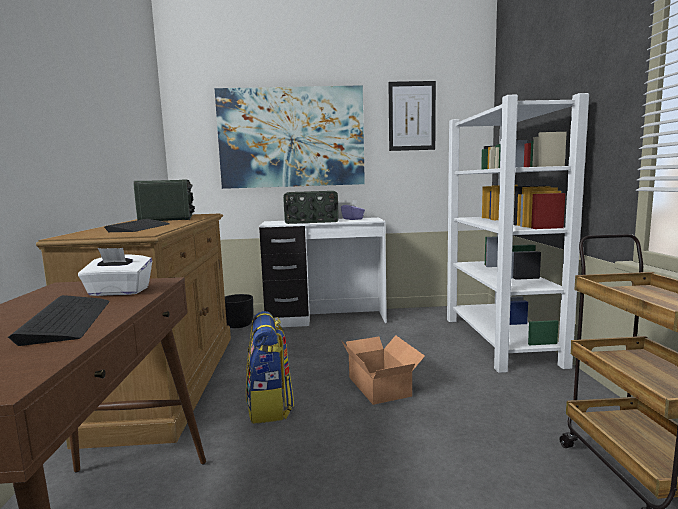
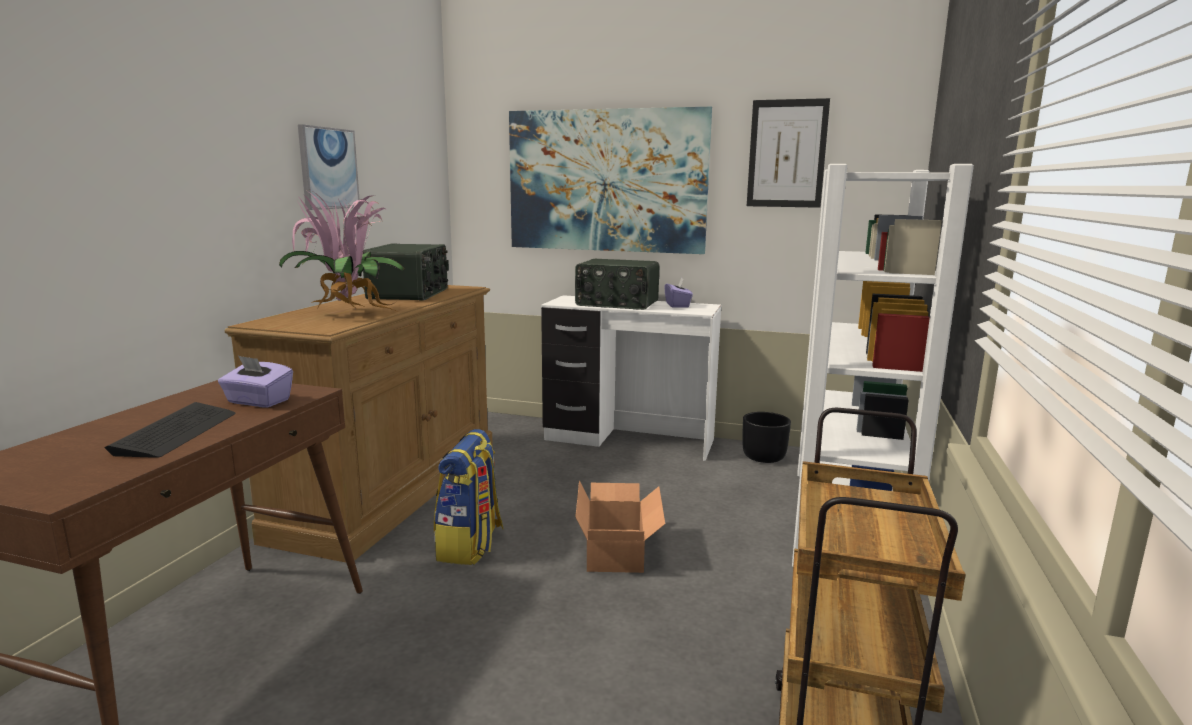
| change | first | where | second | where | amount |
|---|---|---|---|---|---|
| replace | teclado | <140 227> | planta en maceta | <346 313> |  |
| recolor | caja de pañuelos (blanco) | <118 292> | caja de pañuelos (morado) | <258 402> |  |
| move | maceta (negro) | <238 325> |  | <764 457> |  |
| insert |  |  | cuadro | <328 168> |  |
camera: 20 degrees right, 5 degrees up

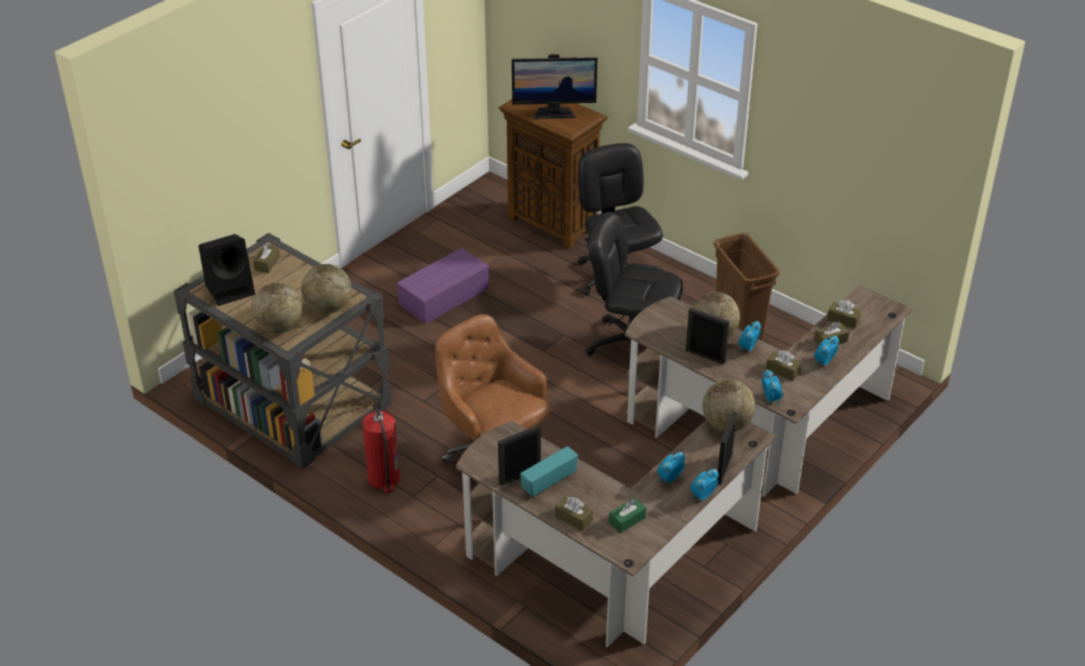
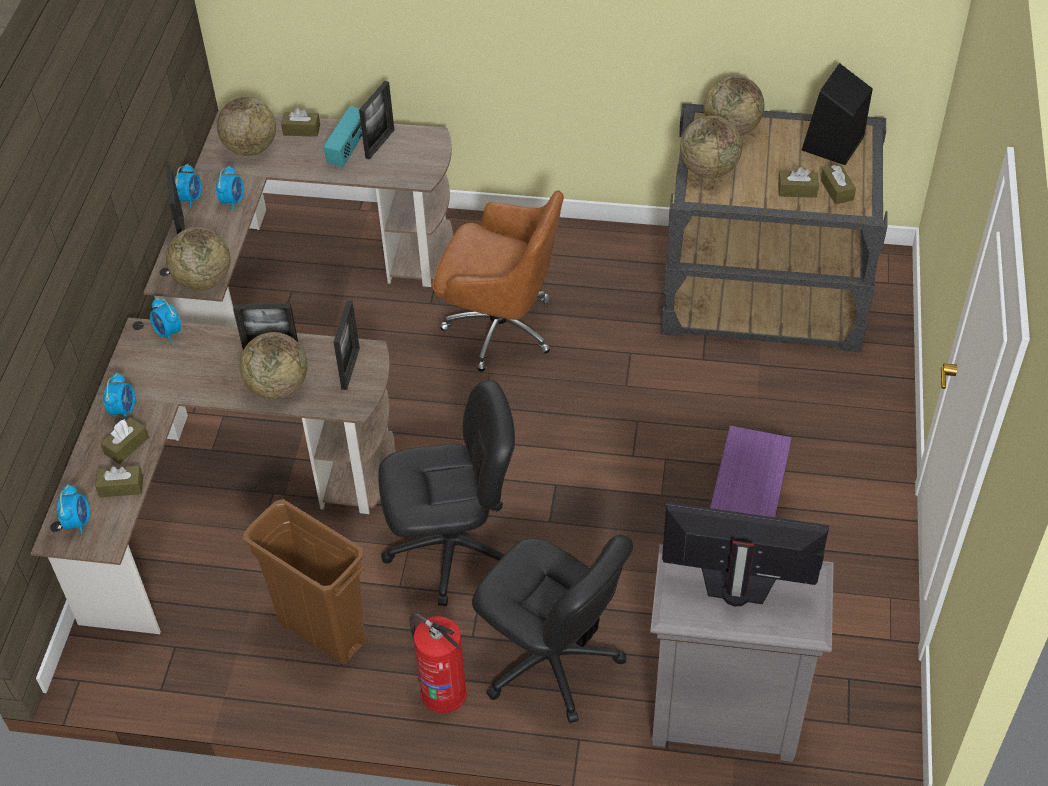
| change | first | where | second | where | amount |
|---|---|---|---|---|---|
| rotate | monitor | <554 112> |  | <736 588> | 45 degrees clockwise |
| recolor | armario (marrón) | <554 224> | armario (gris) | <722 722> |  |
| move | despertador | <748 348> |  | <78 522> |  |
| move | caja de pañuelos (marrón) | <783 371> |  | <797 190> |  |
| move | extintor | <384 478> |  | <442 692> |  |
| replace | caja de pañuelos (verde) | <627 520> | globo terráqueo | <251 148> |  |
| insert |  |  | portarretratos | <350 368> |  |
camera: 150 degrees right, 10 degrees up

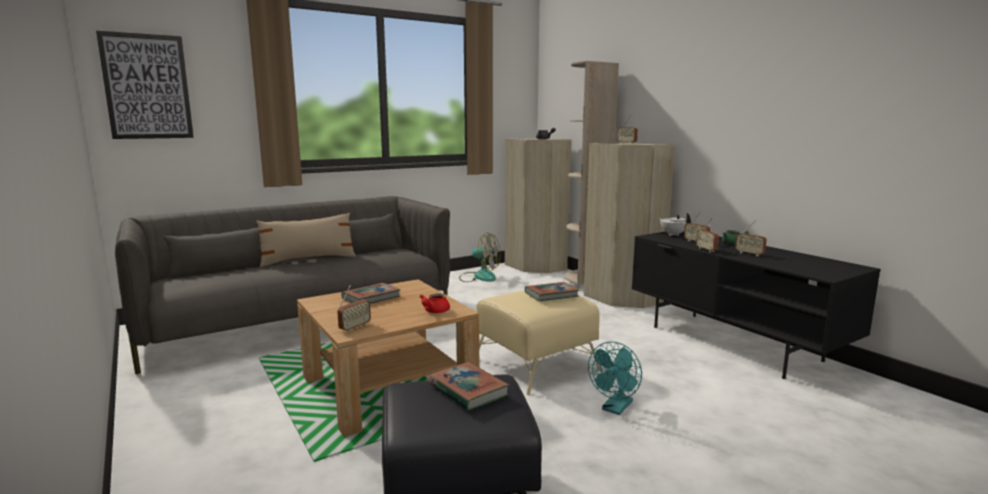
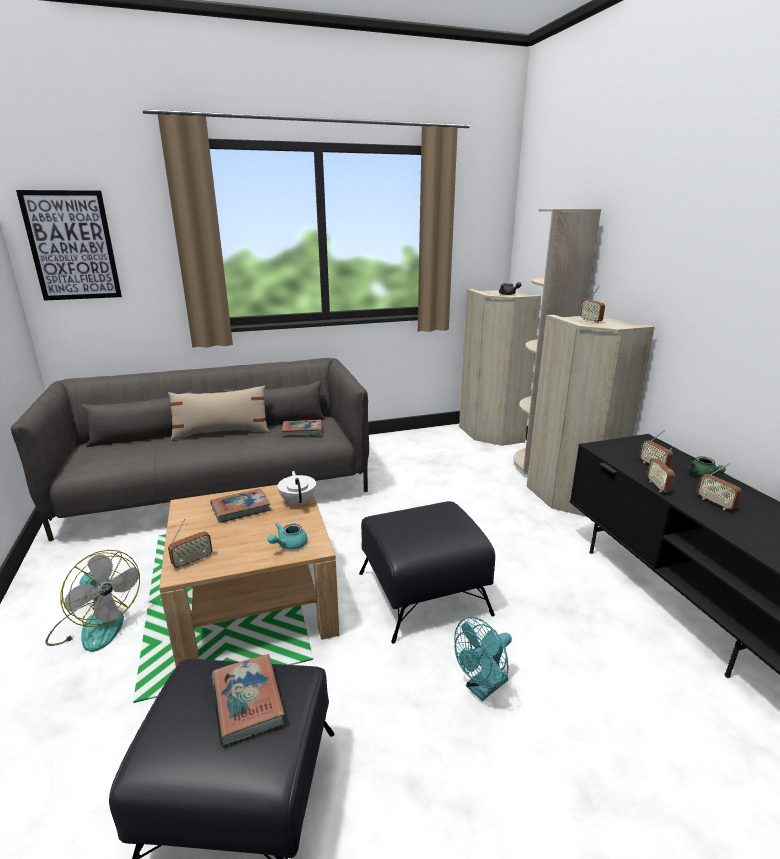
| change | first | where | second | where | amount |
|---|---|---|---|---|---|
| move | tetera (blanco) | <673 234> |  | <298 501> |  |
| move | ventilador | <479 277> |  | <96 624> |  |
| move | libro | <551 295> |  | <302 430> |  |
| recolor | puf (beis) | <536 364> | puf (negro) | <424 593> |  |
| recolor | tetera (rojo) | <434 311> | tetera (turquesa) | <289 545> |  |
camera: 15 degrees right, 10 degrees up

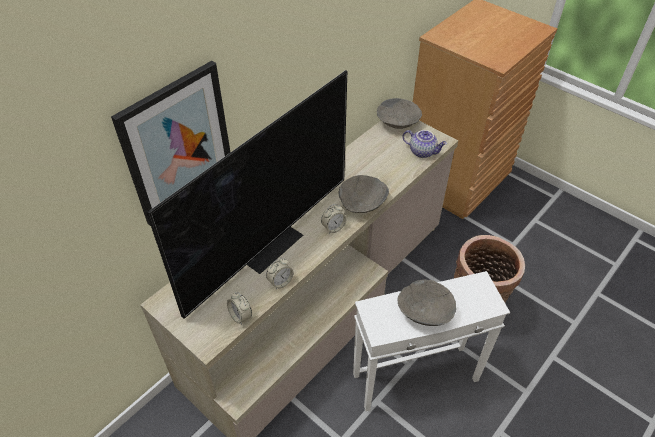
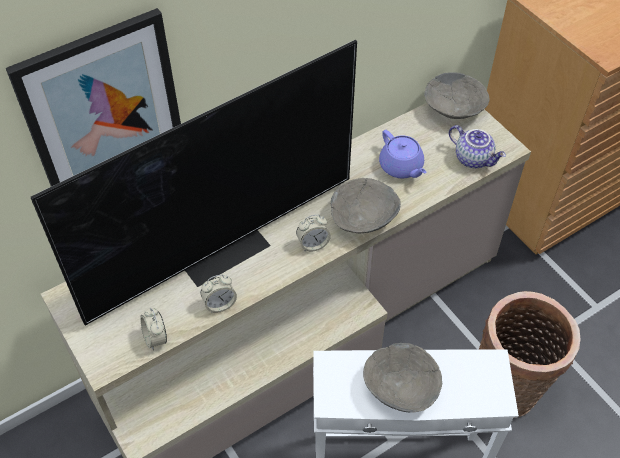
| change | first | where | second | where | amount |
|---|---|---|---|---|---|
| insert |  |  | tetera (morado) | <401 167> |  |
camera: 15 degrees right, 5 degrees up

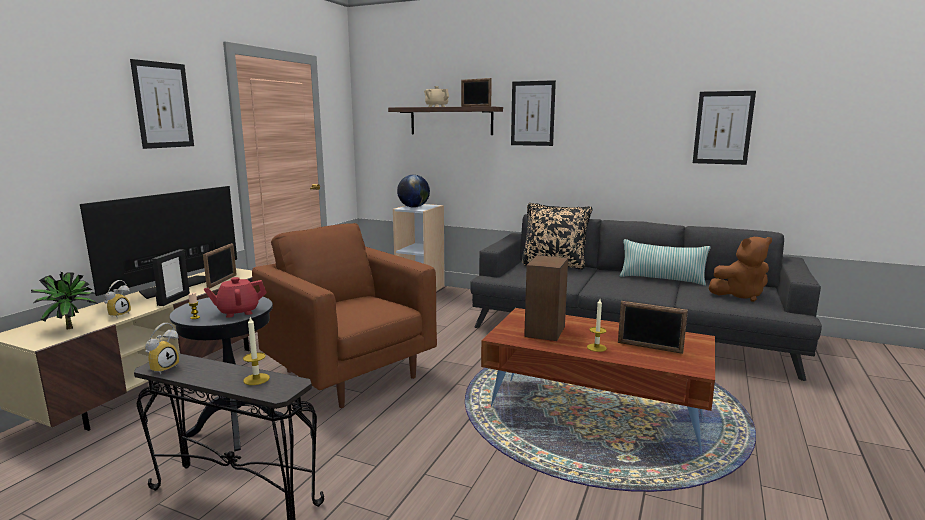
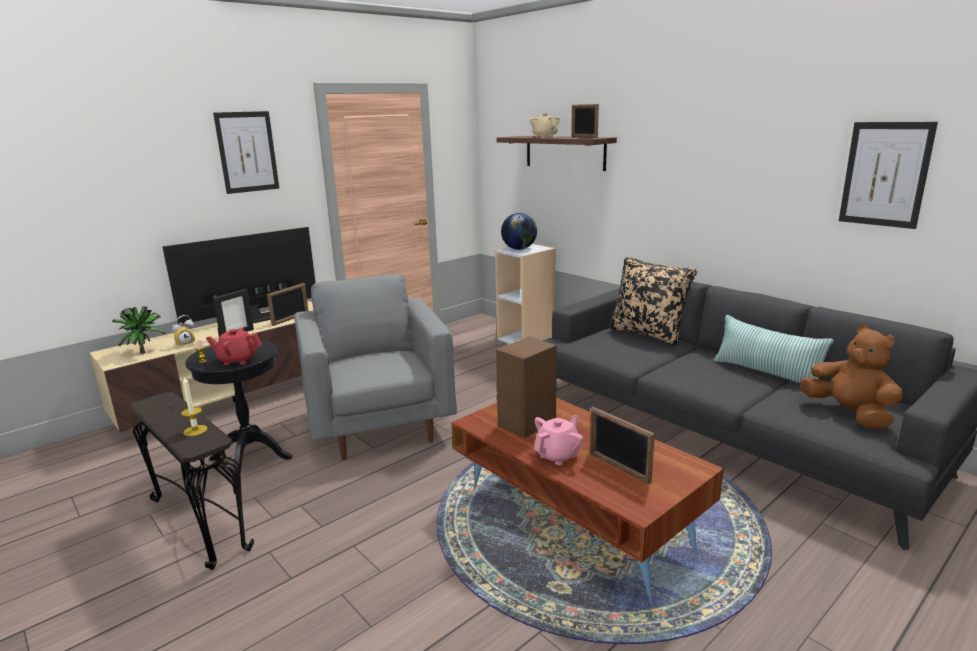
| change | first | where | second | where | amount |
|---|---|---|---|---|---|
| delete | cuadro | <532 113> |  |  |  |
| recolor | sillón (marrón) | <350 373> | sillón (gris) | <379 425> |  |
| rotate | peluche (marrón) | <740 295> |  | <849 414> | 135 degrees counterclockwise |
| replace | vela | <596 347> | tetera (rosa) | <558 455> |  |
| delete | despertador | <163 368> |  |  |  |
camera: 25 degrees right, 5 degrees up

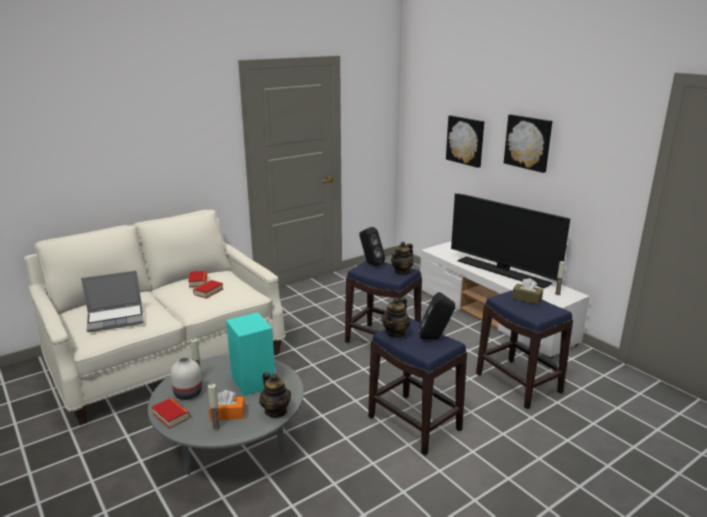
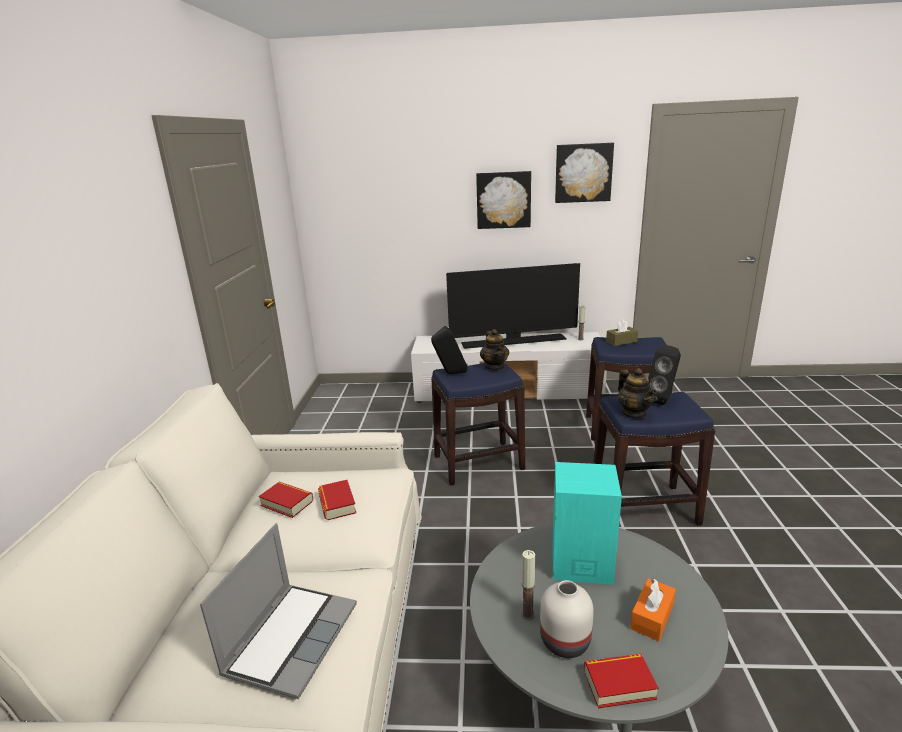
| change | first | where | second | where | amount |
|---|---|---|---|---|---|
| move | cuadro | <466 140> |  | <583 173> |  |
| delete | tetera | <276 411> |  |  |  |
| delete | vela | <216 427> |  |  |  |
camera: 50 degrees left, 0 degrees up

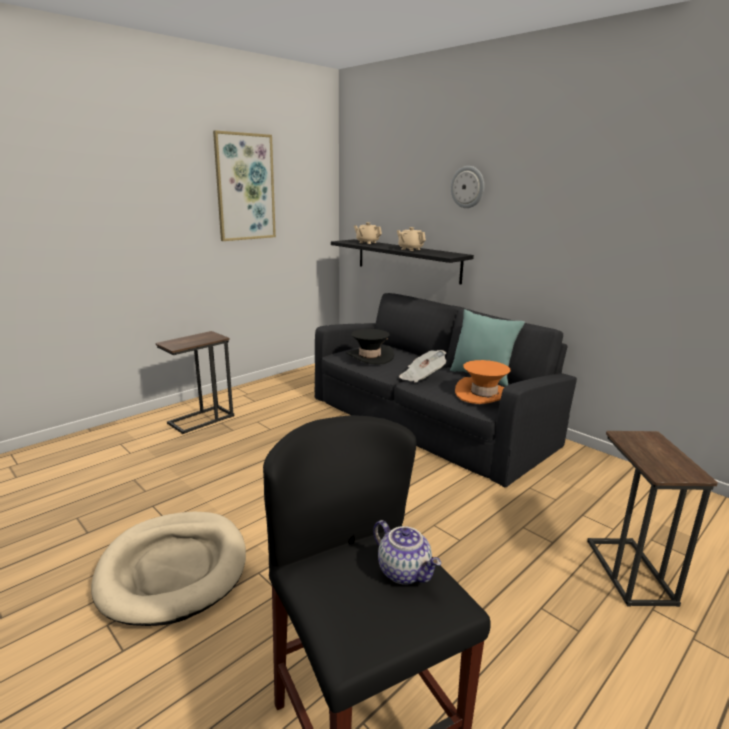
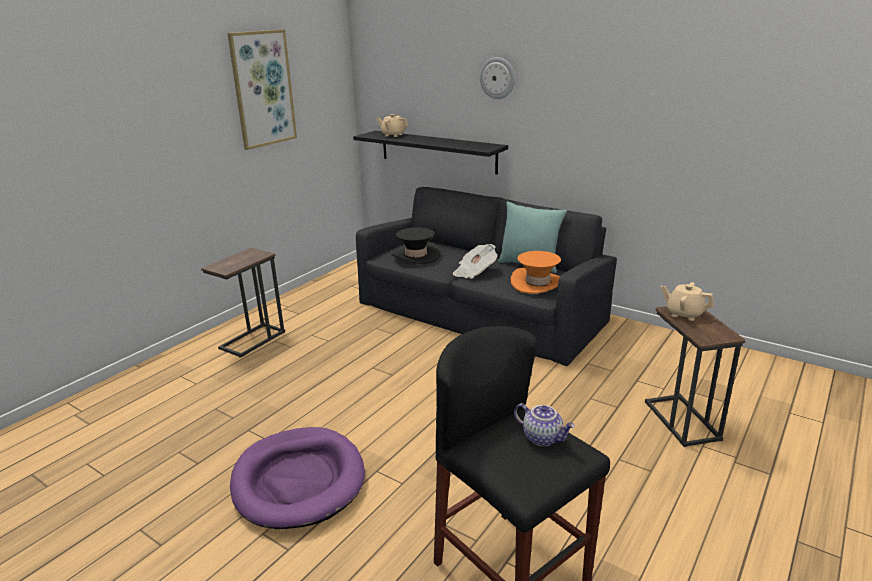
| change | first | where | second | where | amount |
|---|---|---|---|---|---|
| move | tetera (beis) | <410 249> |  | <684 314> |  |
| recolor | cama para perro (beis) | <174 569> | cama para perro (morado) | <298 480> |  |
camera: 10 degrees left, 5 degrees up

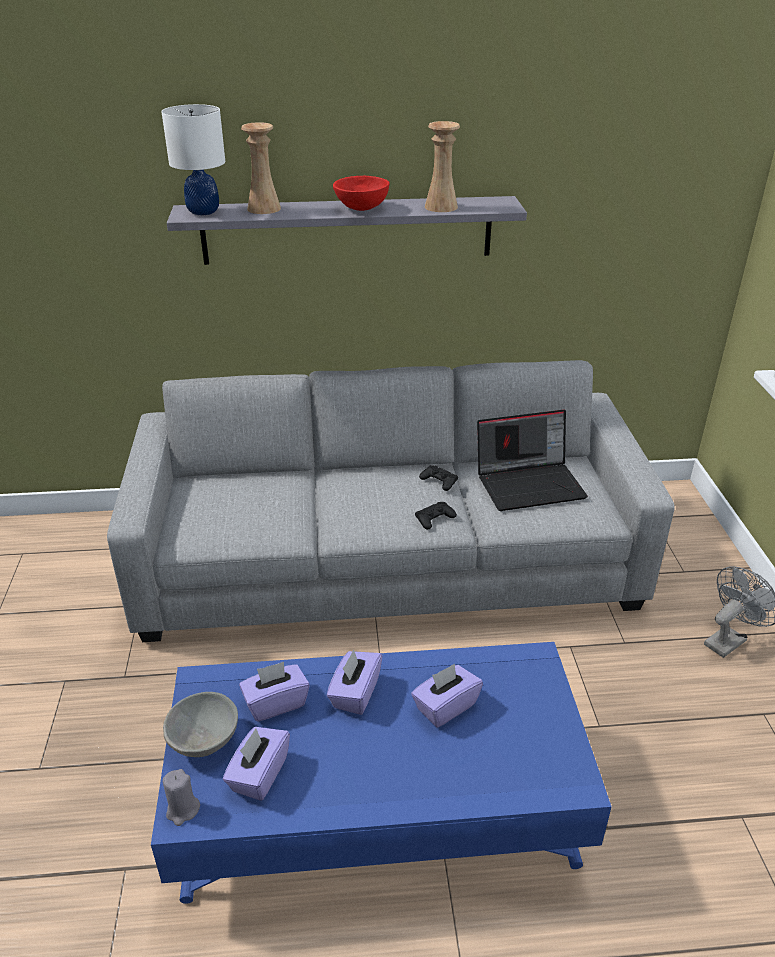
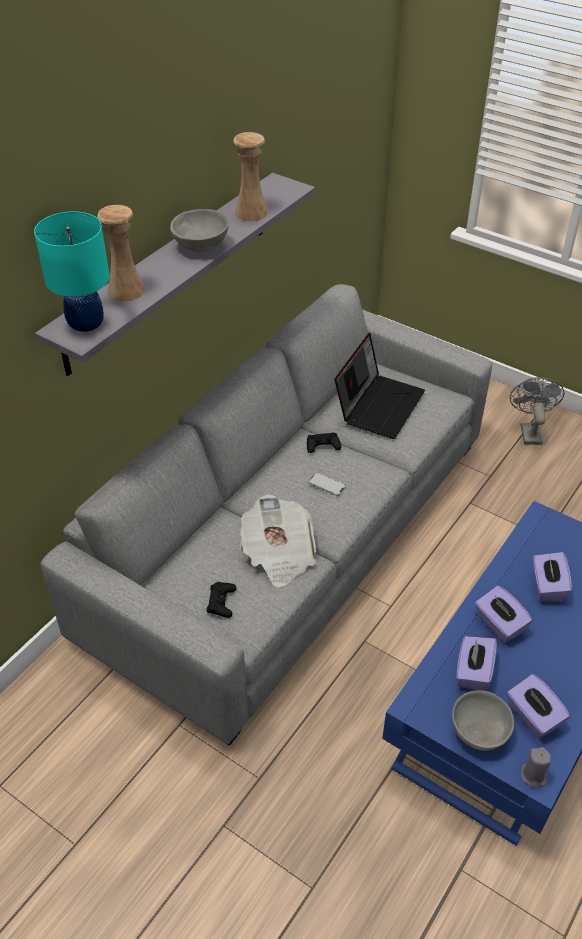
| change | first | where | second | where | amount |
|---|---|---|---|---|---|
| recolor | lámpara de mesa (blanco) | <203 212> | lámpara de mesa (turquesa) | <85 324> |  |
| recolor | cuenco (rojo) | <361 209> | cuenco (gris) | <201 247> |  |
| move | mando de consola (negro) | <434 518> |  | <221 602> |  |
| insert |  |  | móvil | <327 485> |  |
| insert |  |  | periódico | <278 555> |  |
camera: 50 degrees left, 10 degrees up

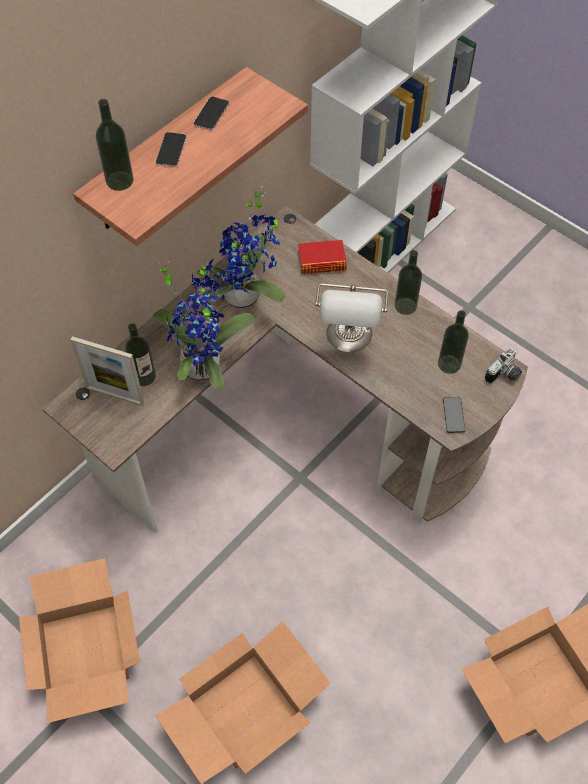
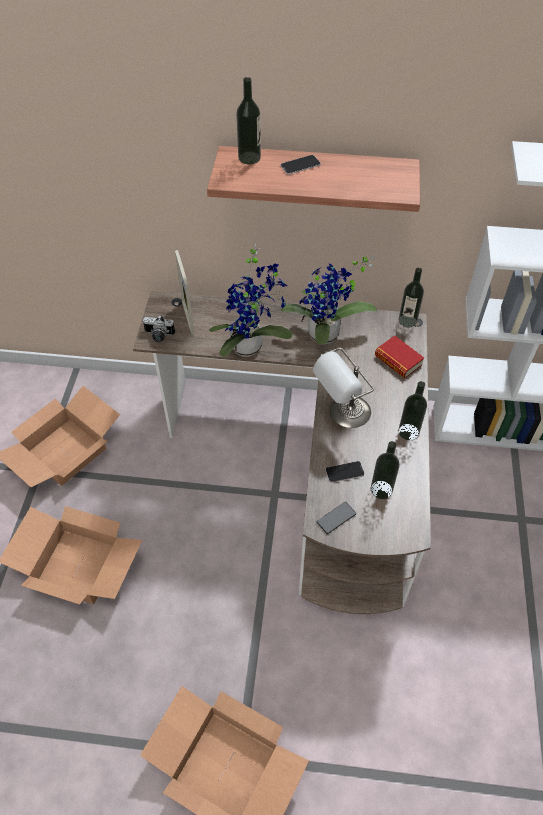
| change | first | where | second | where | amount |
|---|---|---|---|---|---|
| move | móvil | <211 114> |  | <344 472> |  |
| move | botella | <144 376> |  | <407 320> |  |
| move | cámara | <504 375> |  | <158 336> |  |
camera: 55 degrees right, 5 degrees down

